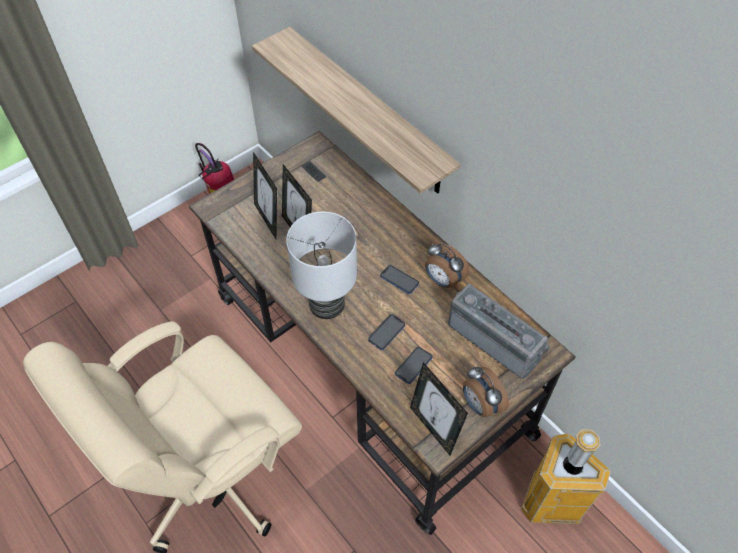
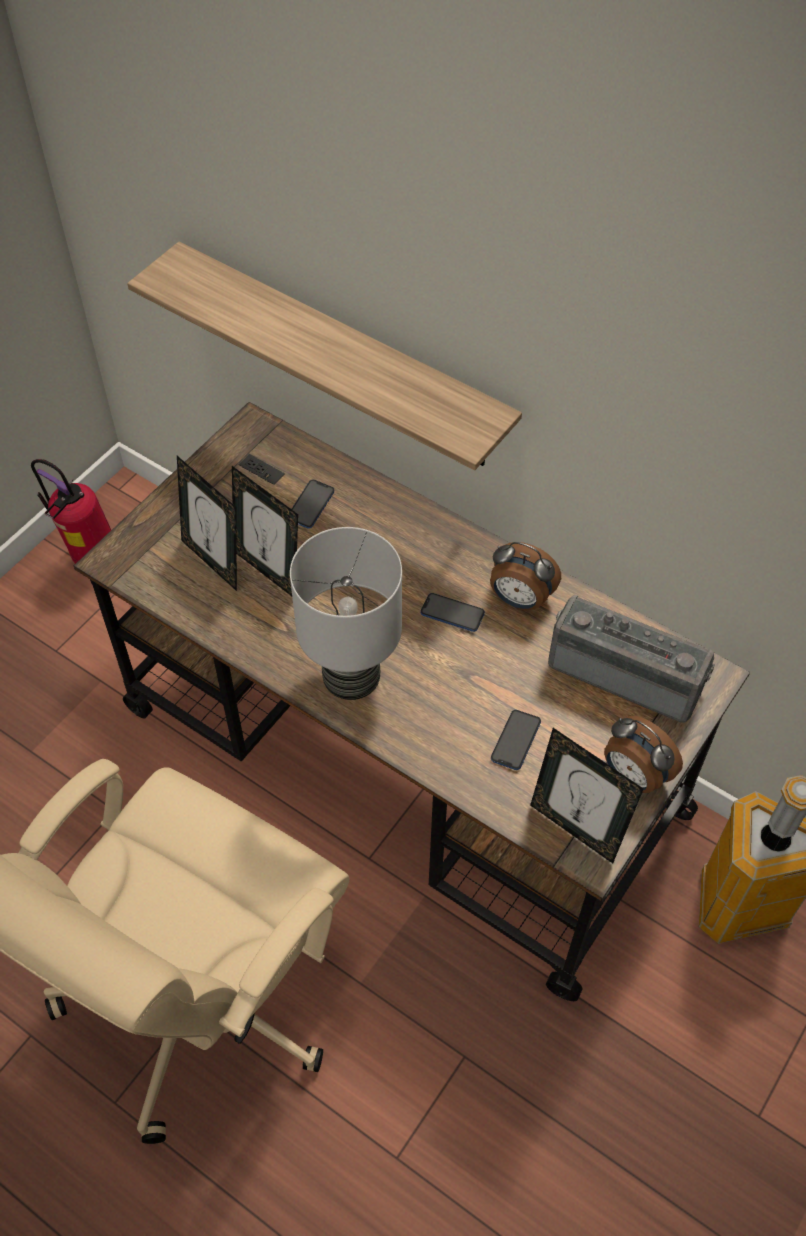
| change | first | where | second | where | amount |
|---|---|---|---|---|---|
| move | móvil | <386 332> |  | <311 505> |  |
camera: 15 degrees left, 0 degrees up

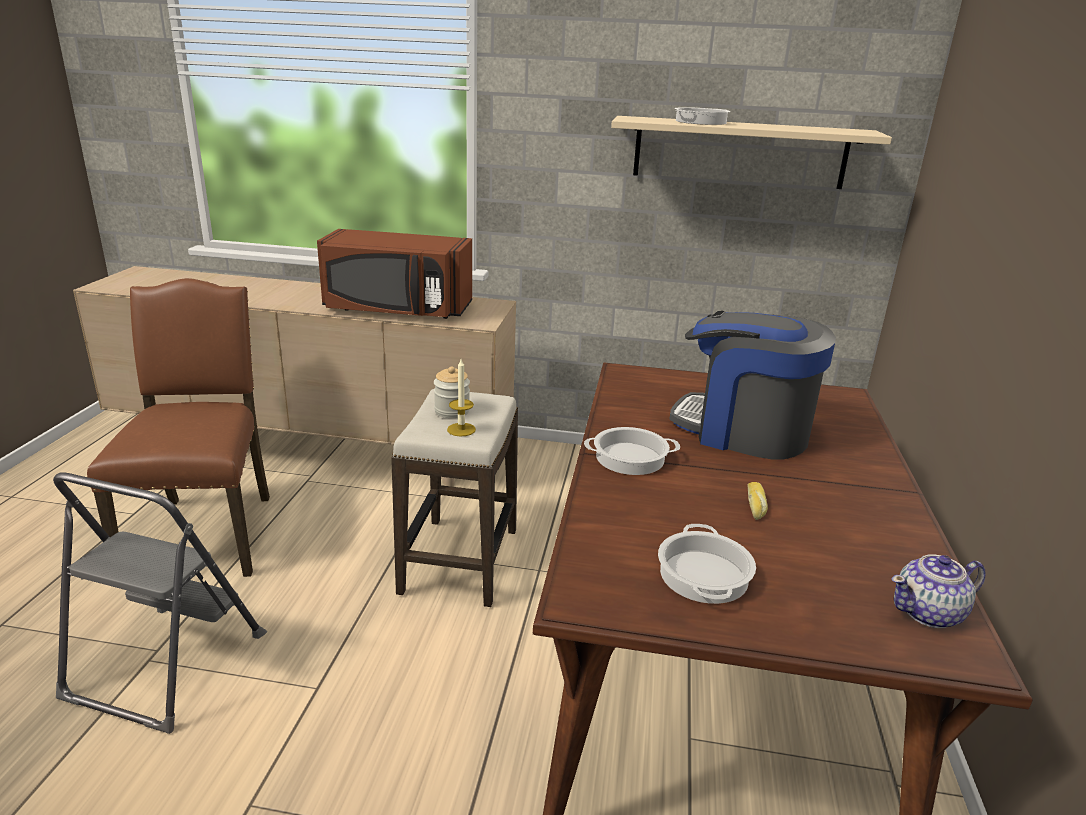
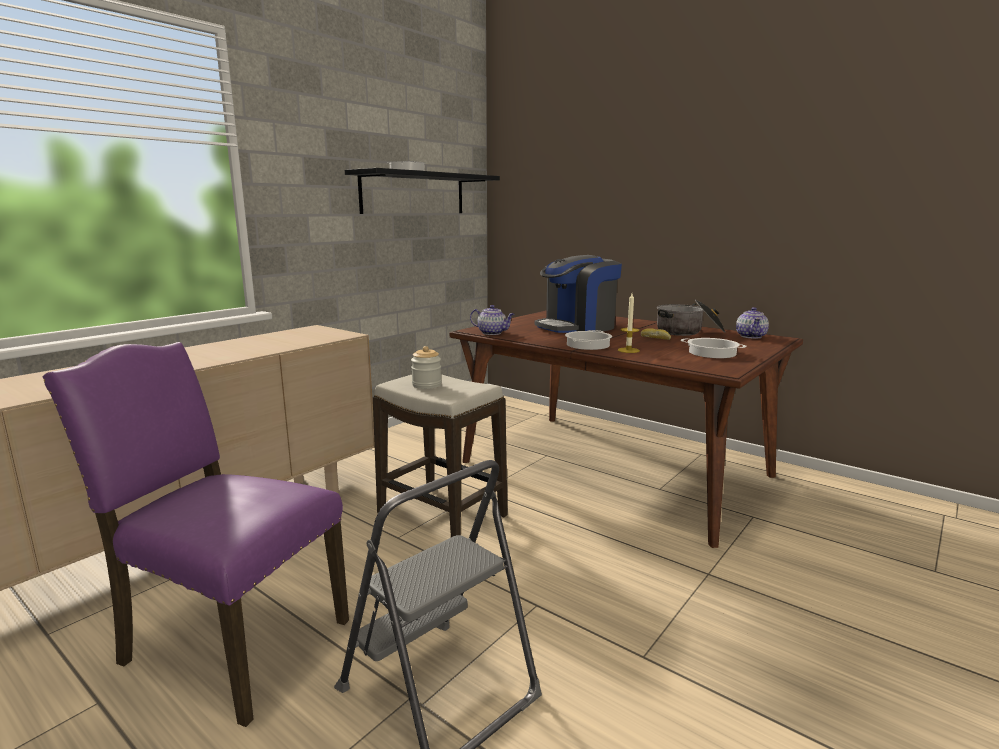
| change | first | where | second | where | amount |
|---|---|---|---|---|---|
| recolor | estante (beis) | <739 152> | estante (negro) | <414 193> |  |
| delete | microondas (marrón) | <397 309> |  |  |  |
| recolor | silla (marrón) | <205 533> | silla (morado) | <229 643> |  |
| move | vela | <461 429> |  | <628 350> |  |
| insert |  |  | olla | <689 332> |  |
| insert |  |  | tetera | <492 333> |  |
camera: 60 degrees left, 10 degrees down

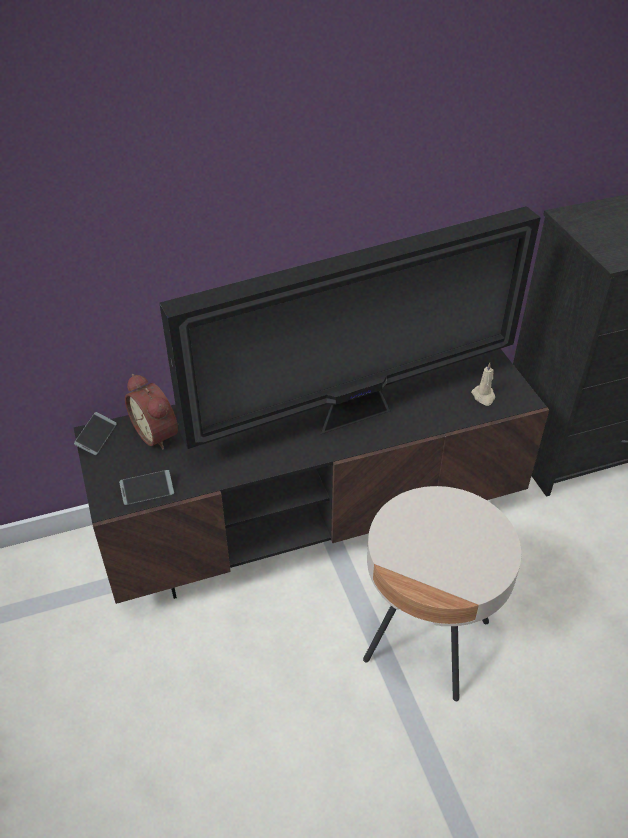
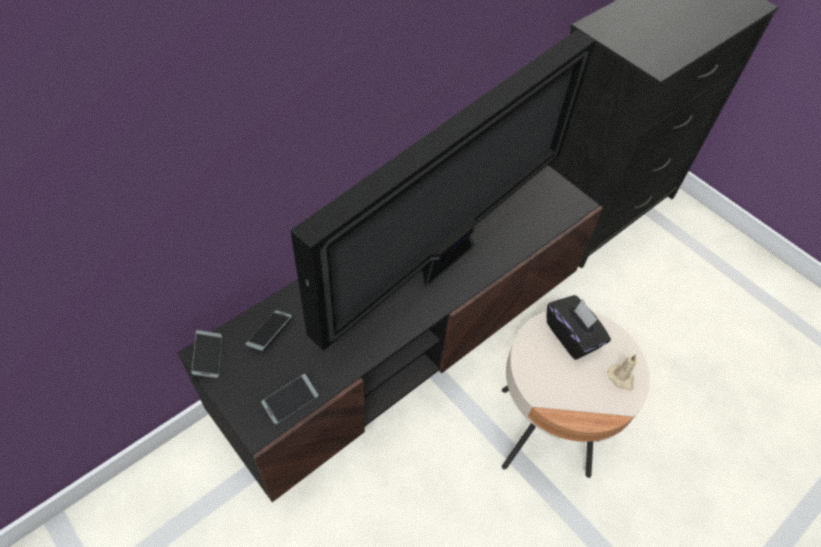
| change | first | where | second | where | amount |
|---|---|---|---|---|---|
| move | vela (beis) | <483 396> |  | <621 378> |  |
| replace | despertador | <158 433> | móvil | <269 333> |  |
| insert |  |  | caja de pañuelos (negro) | <572 336> |  |
camera: 25 degrees left, 10 degrees up

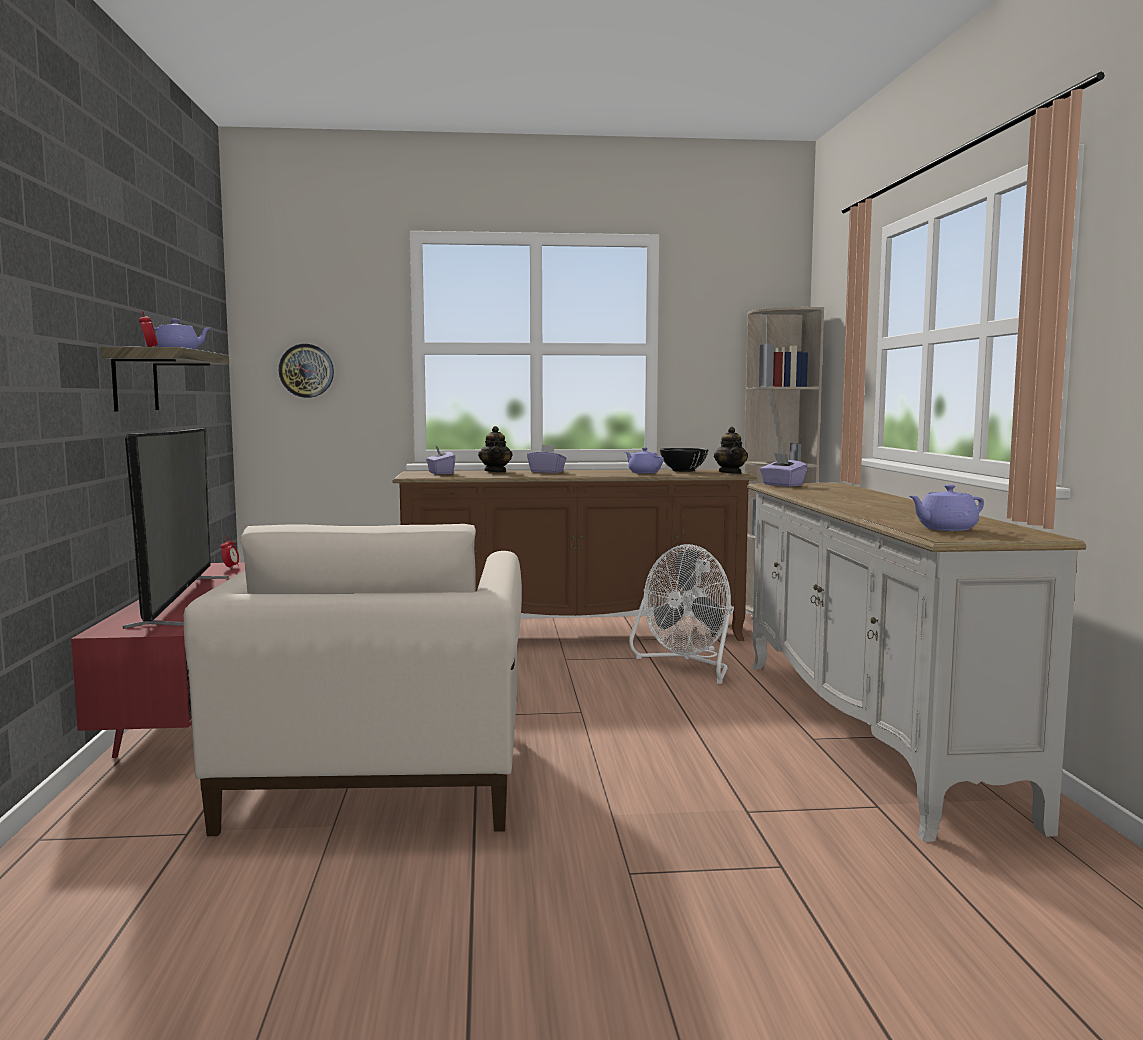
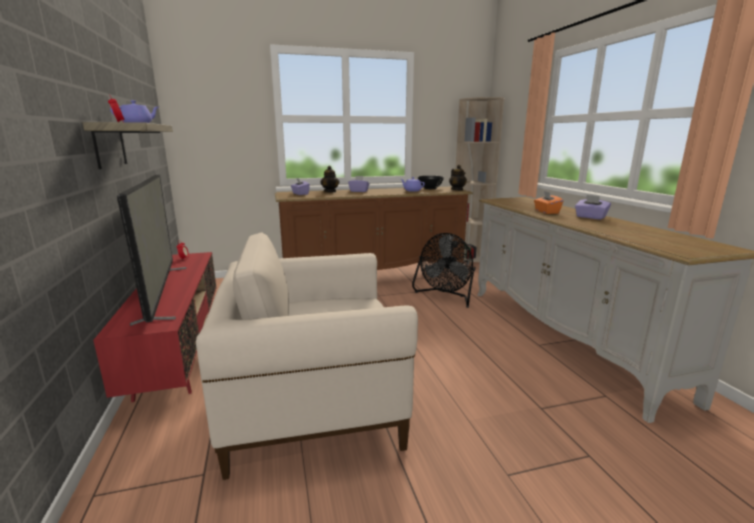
| change | first | where | second | where | amount |
|---|---|---|---|---|---|
| delete | reloj de pared | <306 370> |  |  |  |
| move | caja de pañuelos (morado) | <782 485> |  | <590 217> |  |
| delete | tetera (morado) | <945 529> |  |  |  |
| rotate | sillón (beis) | <378 778> |  | <313 402> | 90 degrees clockwise |
| recolor | ventilador (blanco) | <689 665> | ventilador (negro) | <445 295> |  |
| insert |  |  | caja de pañuelos (naranja) | <546 212> |  |
camera: 10 degrees left, 10 degrees up

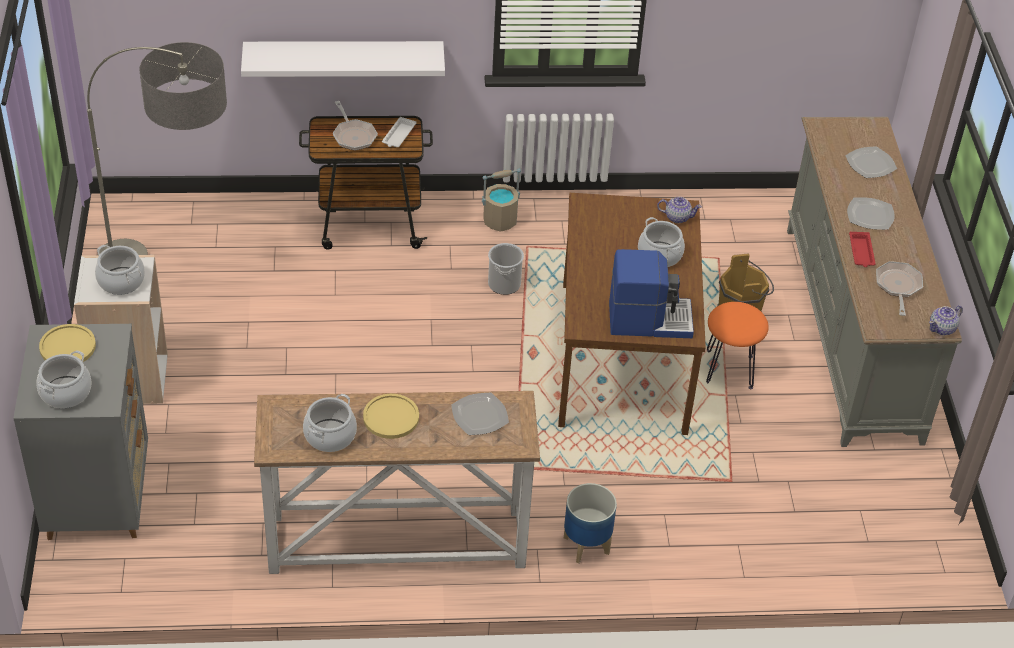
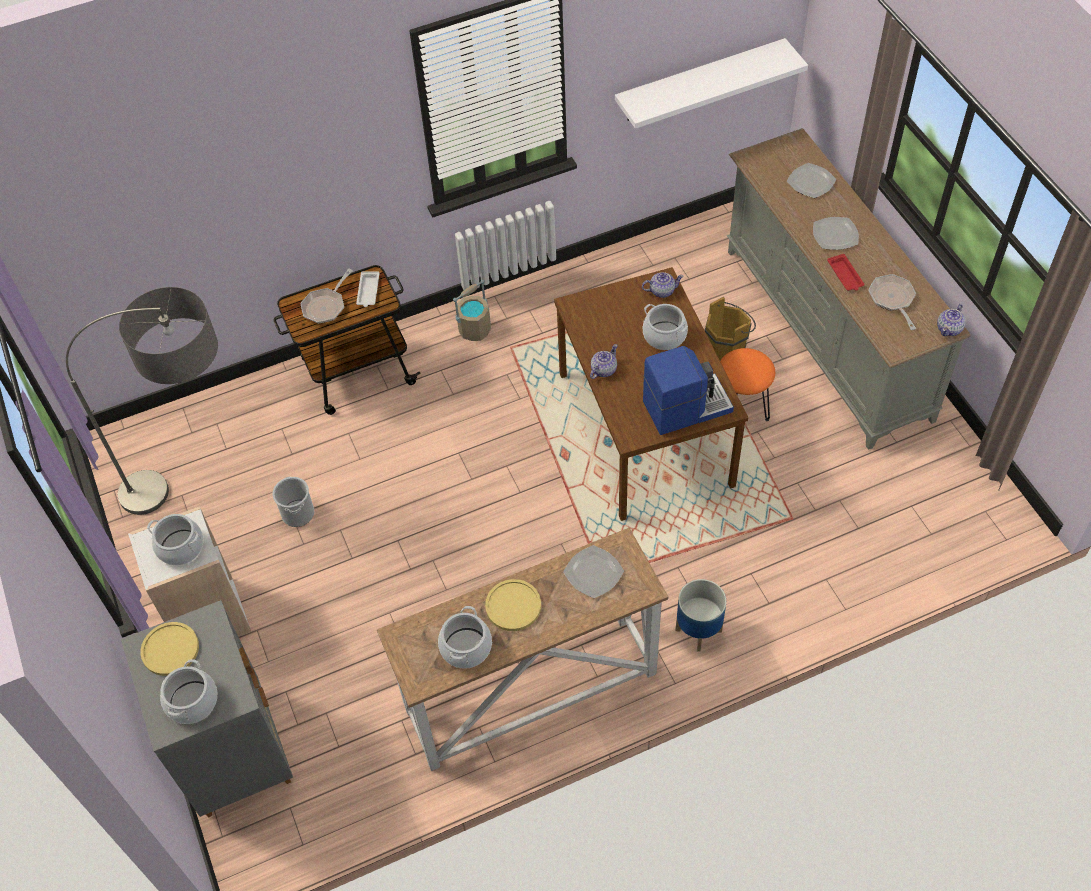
| change | first | where | second | where | amount |
|---|---|---|---|---|---|
| move | estante (blanco) | <344 57> |  | <700 80> |  |
| rotate | sartén | <353 136> |  | <326 306> | 75 degrees clockwise |
| move | cubo | <504 284> |  | <298 513> |  |
| insert |  |  | tetera | <603 370> |  |
camera: 15 degrees left, 10 degrees up

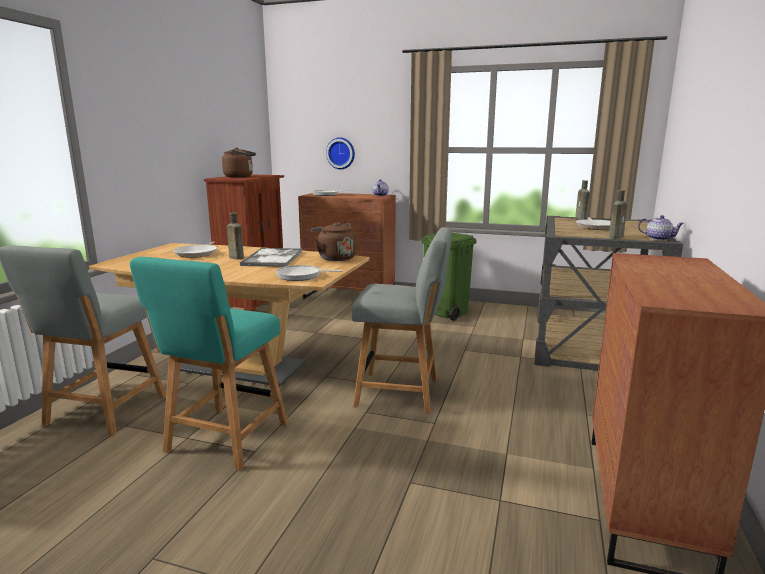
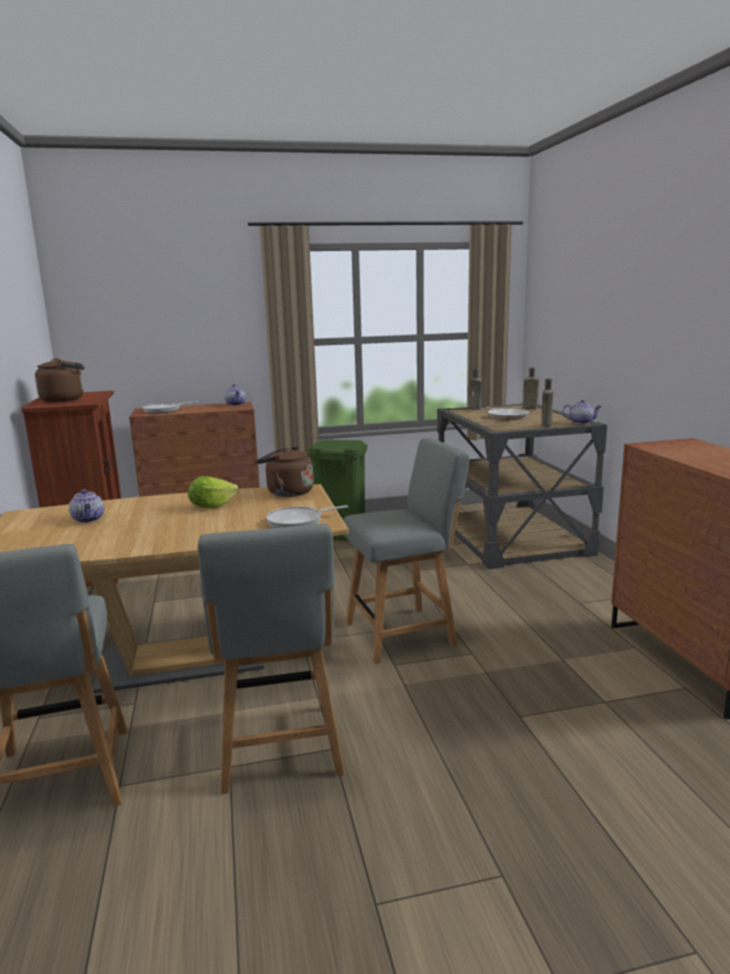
| change | first | where | second | where | amount |
|---|---|---|---|---|---|
| delete | reloj de pared | <341 153> |  |  |  |
| move | botella (marrón) | <235 257> |  | <529 408> |  |
| replace | sartén | <197 253> | tetera | <89 519> |  |
| replace | bandeja | <273 258> | lechuga | <211 506> |  |
| recolor | silla (turquesa) | <224 440> | silla (gris) | <280 751> |  |
camera: 30 degrees left, 0 degrees up

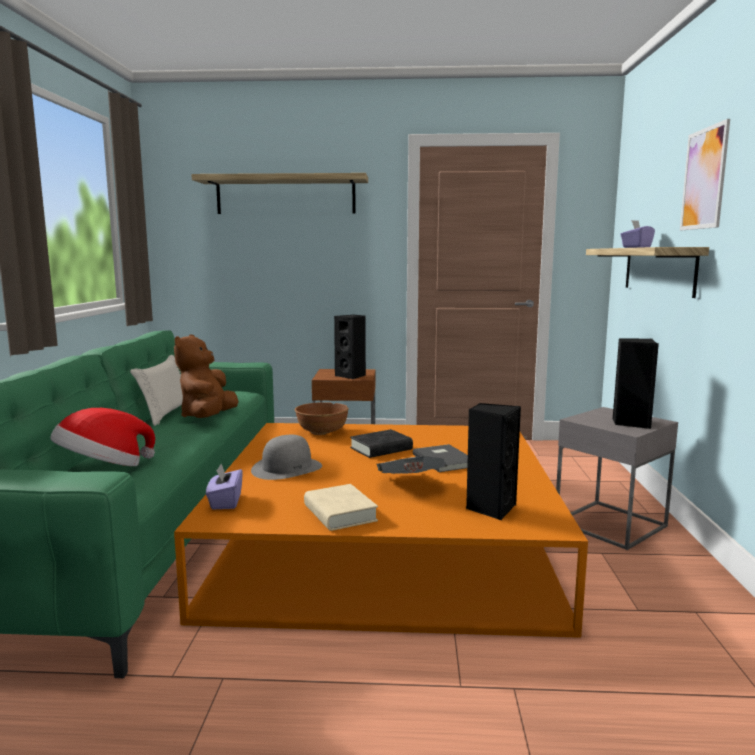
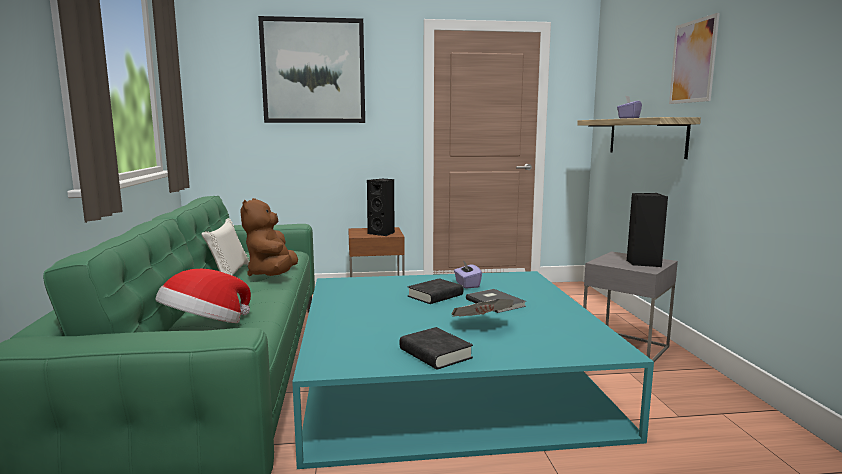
| change | first | where | second | where | amount |
|---|---|---|---|---|---|
| replace | estante | <285 195> | cuadro | <313 71> |  |
| delete | cuenco (marrón) | <322 432> |  |  |  |
| delete | altavoz (negro) | <490 508> |  |  |  |
| recolor | mesa de centro (naranja) | <384 539> | mesa de centro (turquesa) | <447 376> |  |
| delete | sombrero (gris) | <287 468> |  |  |  |
| move | caja de pañuelos (morado) | <225 502> |  | <467 285> |  |
| recolor | libro (beis) | <340 513> | libro (negro) | <435 354> |  |
camera: 10 degrees left, 0 degrees up

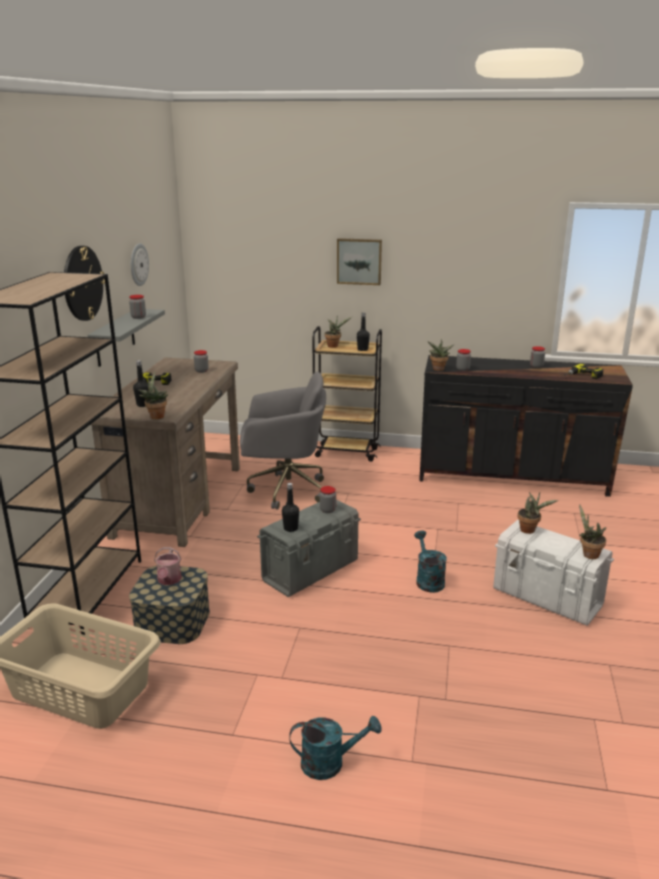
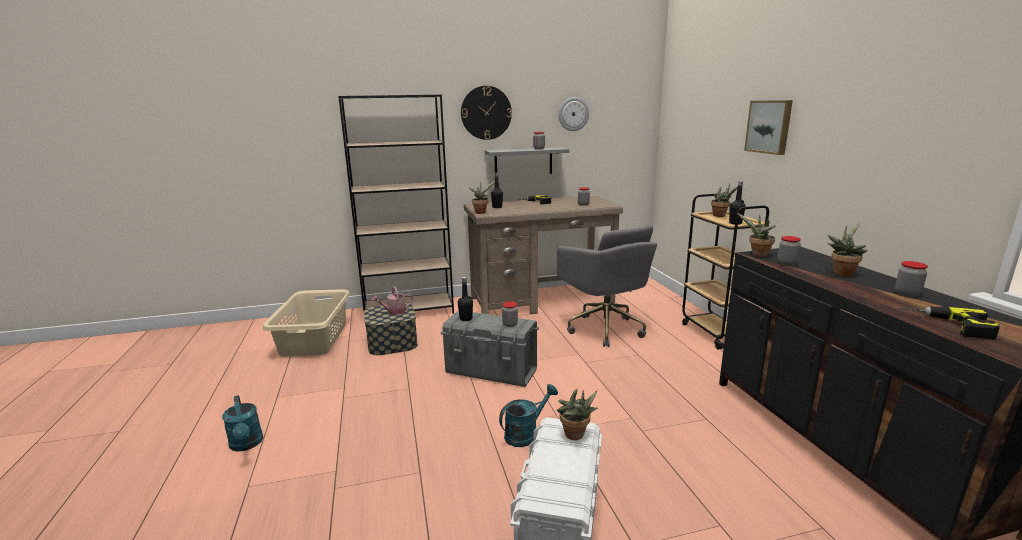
| change | first | where | second | where | amount |
|---|---|---|---|---|---|
| move | planta en maceta | <588 554> |  | <842 273> |  |
camera: 65 degrees right, 5 degrees down

